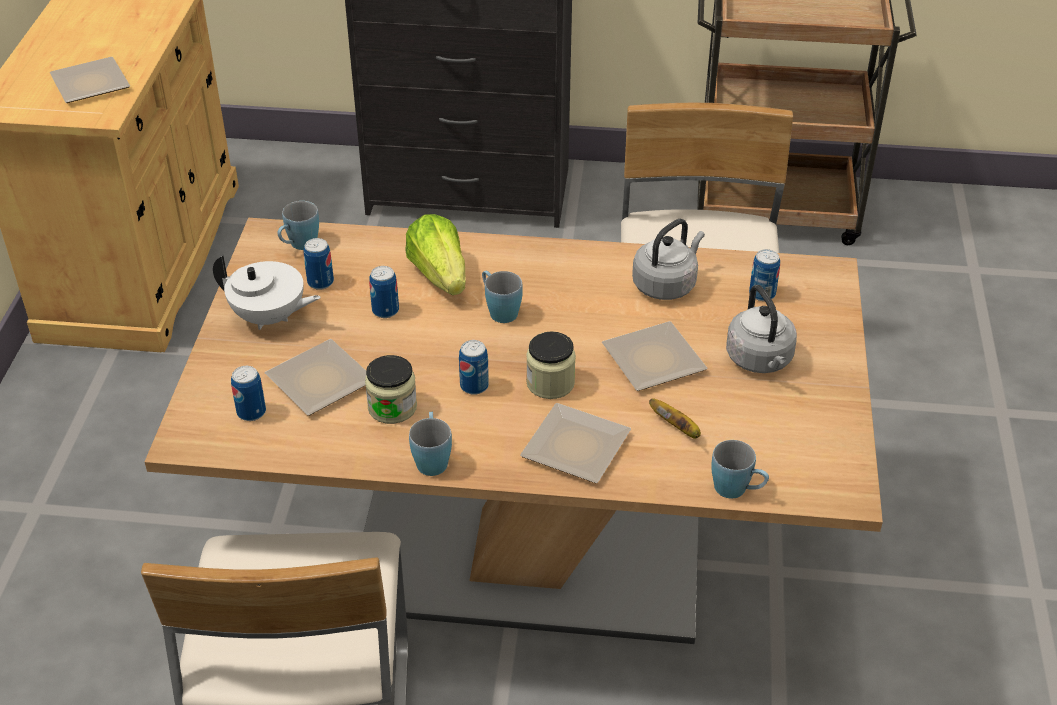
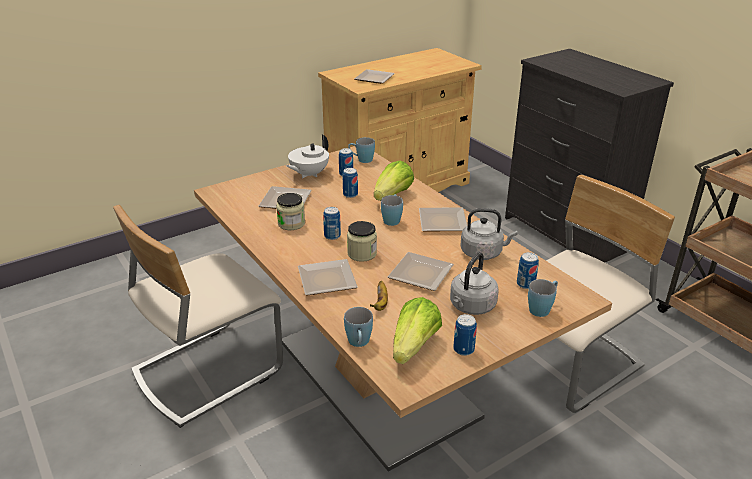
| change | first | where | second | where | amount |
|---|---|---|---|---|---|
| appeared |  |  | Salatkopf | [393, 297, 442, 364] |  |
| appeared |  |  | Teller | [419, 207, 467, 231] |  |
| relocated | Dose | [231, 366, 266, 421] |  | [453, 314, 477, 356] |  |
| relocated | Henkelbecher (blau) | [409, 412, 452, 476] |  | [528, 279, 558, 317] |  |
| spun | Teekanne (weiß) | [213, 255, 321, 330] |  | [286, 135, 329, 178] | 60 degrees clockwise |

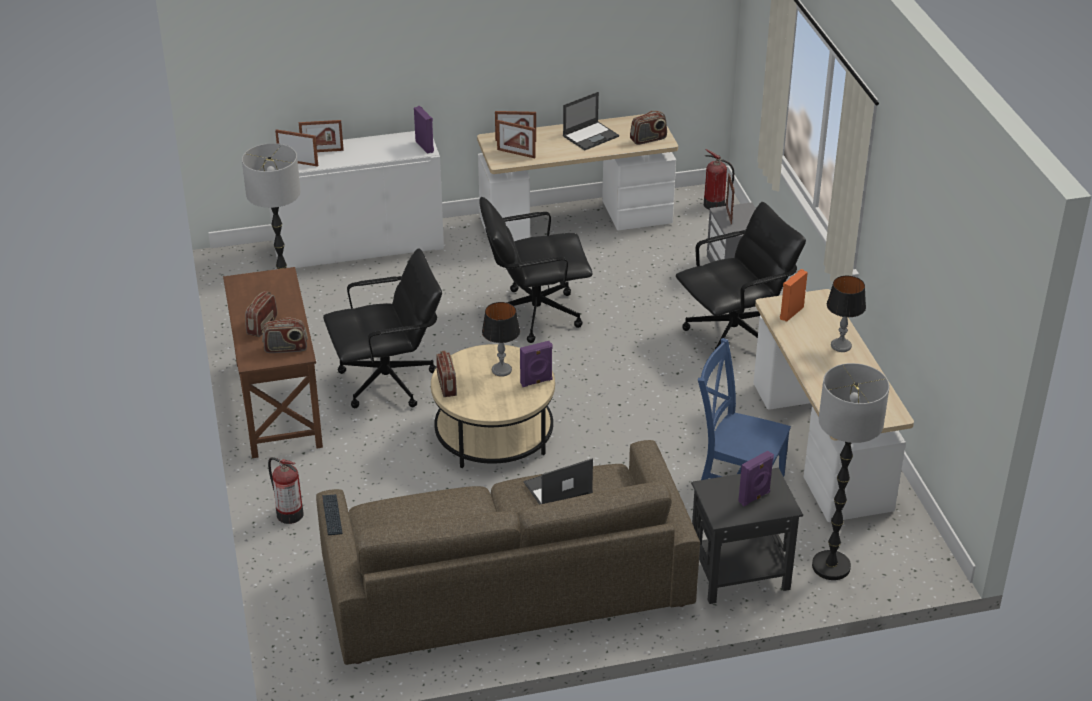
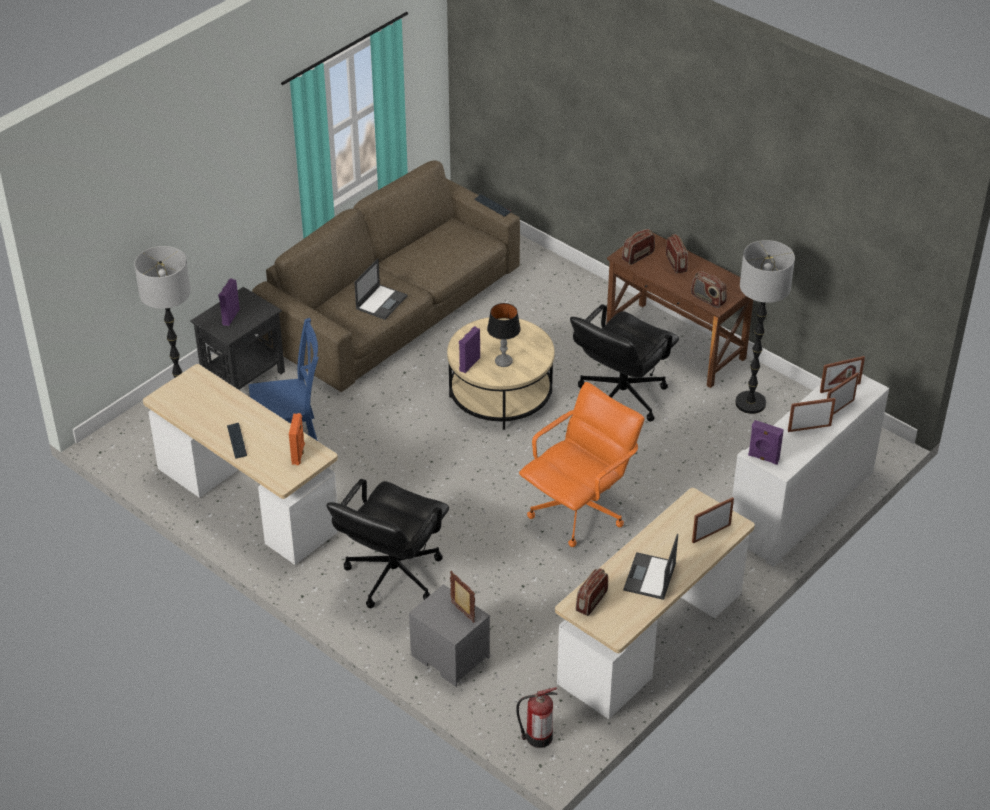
| change | first | where | second | where | amount |
|---|---|---|---|---|---|
| missing | Feuerlöscher | [268, 457, 304, 524] |  |  |  |
| relocated | Radio | [436, 351, 457, 397] |  | [691, 271, 727, 308] |  |
| relocated | Bilderrahmen | [497, 120, 536, 158] |  | [788, 398, 836, 432] |  |
| exchanged | Tischlampe | [827, 276, 866, 352] | Tastatur | [227, 423, 247, 459] |  |
| colour | Bürostuhl (schwarz) | [479, 197, 593, 343] | Bürostuhl (orange) | [519, 382, 644, 547] |  |

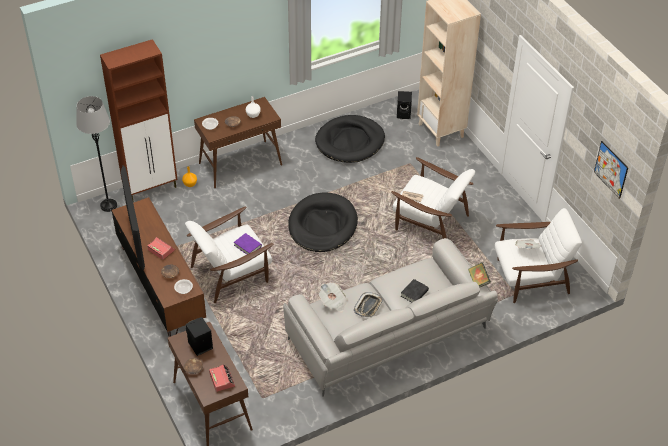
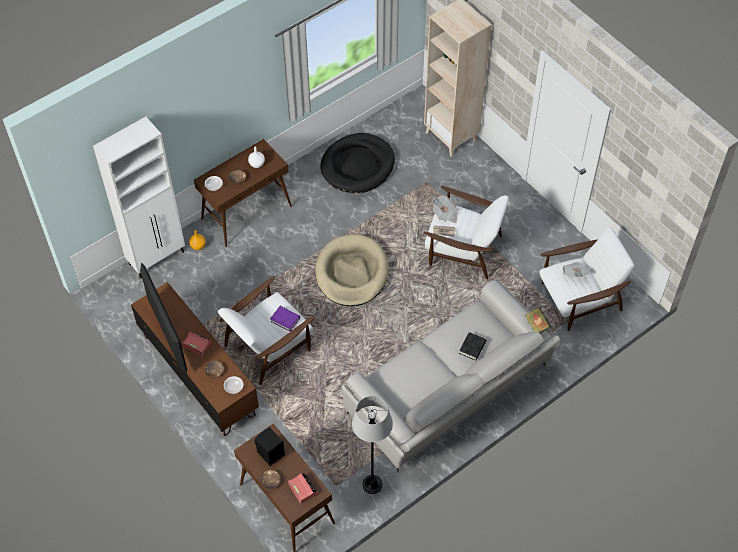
| change | first | where | second | where | amount |
|---|---|---|---|---|---|
| missing | Tablett | [354, 292, 383, 317] |  |  |  |
| missing | Lautsprecher (schwarz) | [397, 91, 412, 119] |  |  |  |
| missing | Bild | [594, 141, 629, 199] |  |  |  |
| relocated | Stehlampe (grau) | [76, 96, 117, 212] |  | [352, 396, 393, 494] |  |
| relocated | Zeitung | [319, 282, 348, 312] |  | [432, 195, 459, 223] |  |
| colour | Schrank (braun) | [100, 39, 178, 200] | Schrank (weiß) | [93, 117, 185, 279] |  |
| colour | Hundebett (schwarz) | [288, 193, 358, 252] | Hundebett (beige) | [315, 234, 389, 306] |  |

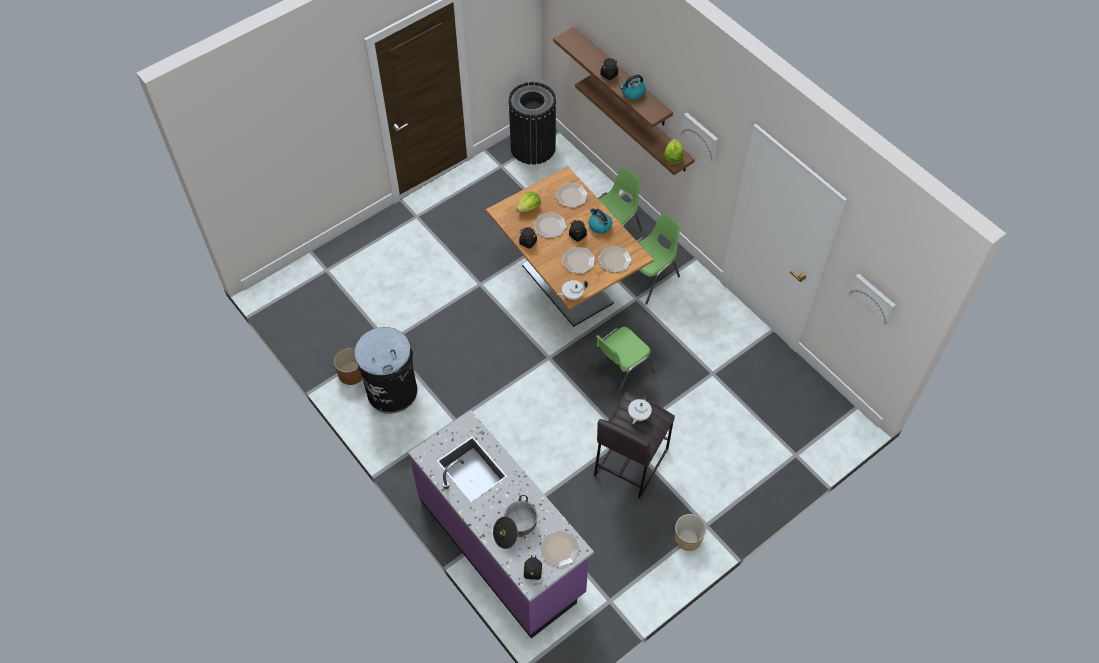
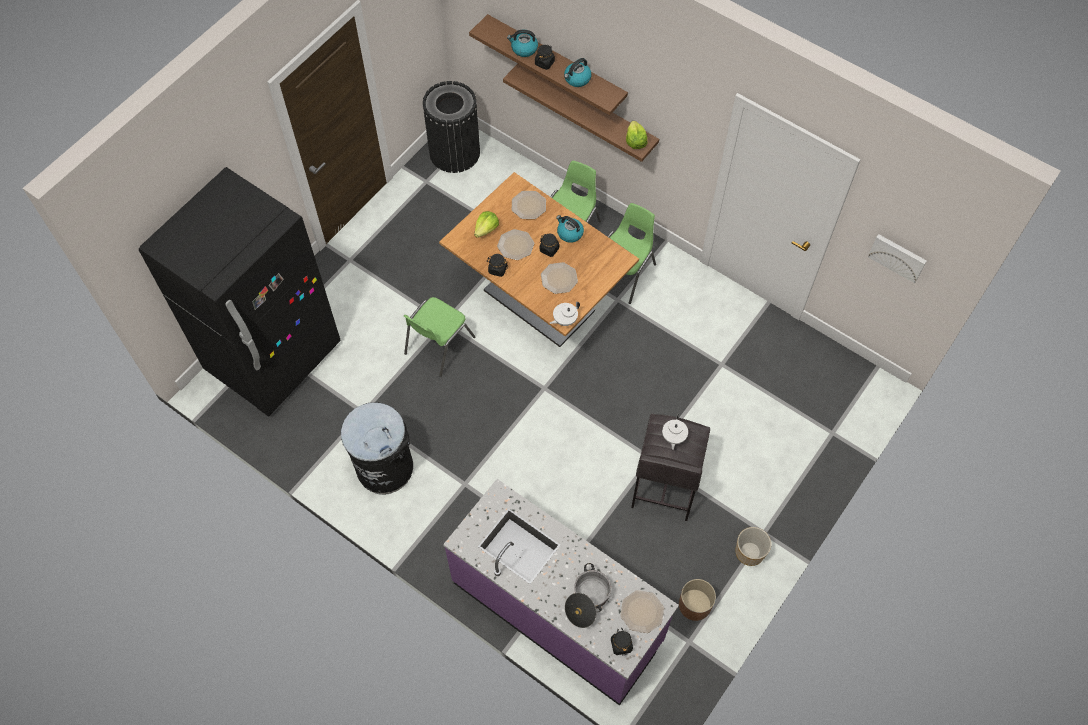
| change | first | where | second | where | amount |
|---|---|---|---|---|---|
| missing | Teller | [598, 246, 632, 273] |  |  |  |
| missing | Bild | [681, 113, 718, 161] |  |  |  |
| appeared |  |  | Kühlschrank (schwarz) | [139, 167, 341, 416] |  |
| appeared |  |  | Wasserkessel | [507, 30, 538, 57] |  |
| relocated | Pflanzkübel (braun) | [334, 348, 363, 385] |  | [679, 579, 716, 621] |  |
| relocated | Stuhl (grün) | [587, 327, 655, 400] |  | [404, 297, 475, 377] |  |

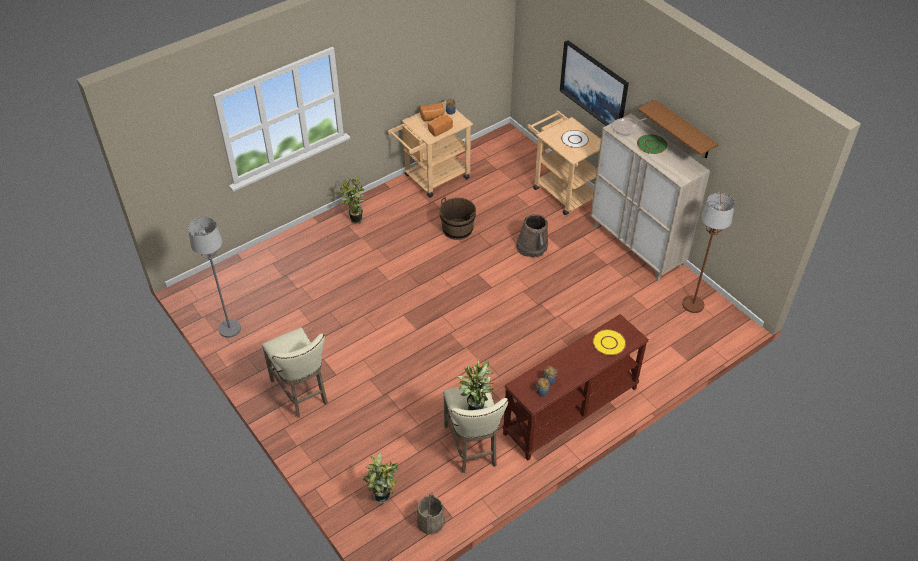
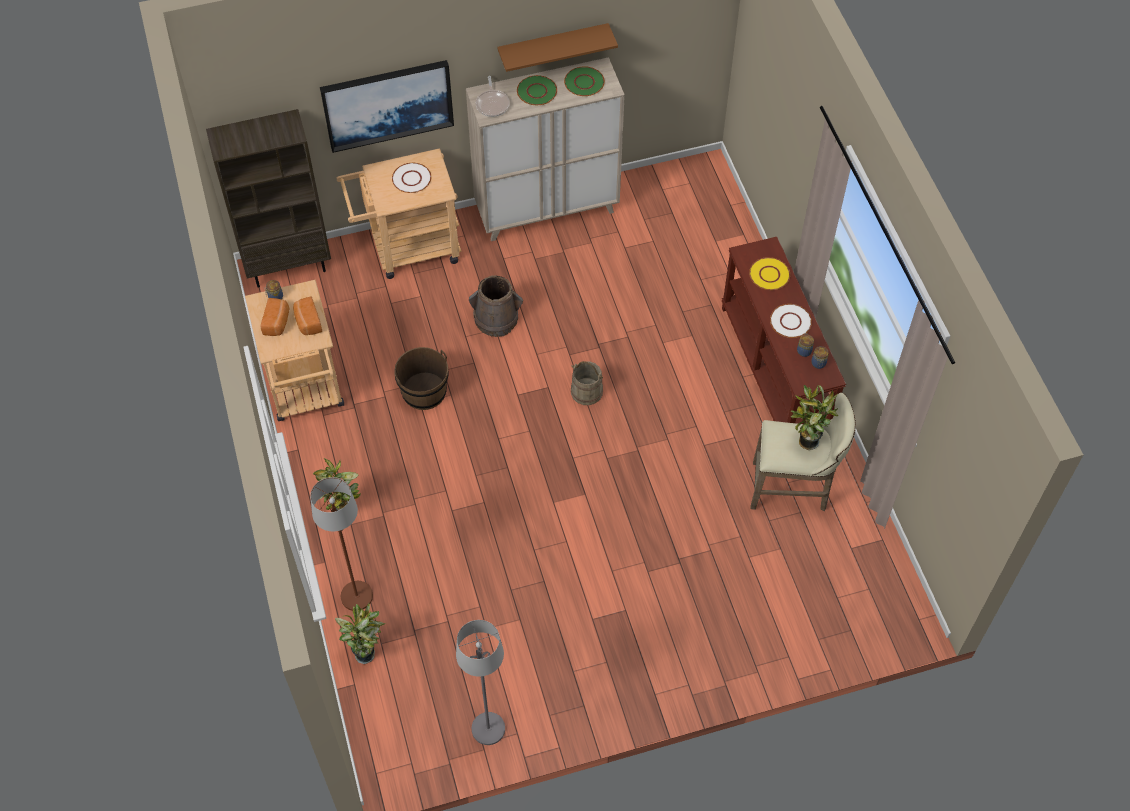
| change | first | where | second | where | amount |
|---|---|---|---|---|---|
| missing | Hocker (beige) | [262, 327, 328, 418] |  |  |  |
| appeared |  |  | Bücherregal (braun) | [206, 109, 331, 287] |  |
| appeared |  |  | Teller (grün) | [564, 66, 605, 96] |  |
| appeared |  |  | Teller (weiß) | [770, 304, 812, 338] |  |
| relocated | Topfpflanze | [363, 453, 399, 504] |  | [335, 603, 386, 664] |  |
| relocated | Eimer (beige) | [417, 492, 445, 534] |  | [571, 361, 603, 405] |  |
| relocated | Stehlampe (braun) | [682, 193, 735, 313] |  | [310, 477, 373, 611] |  |

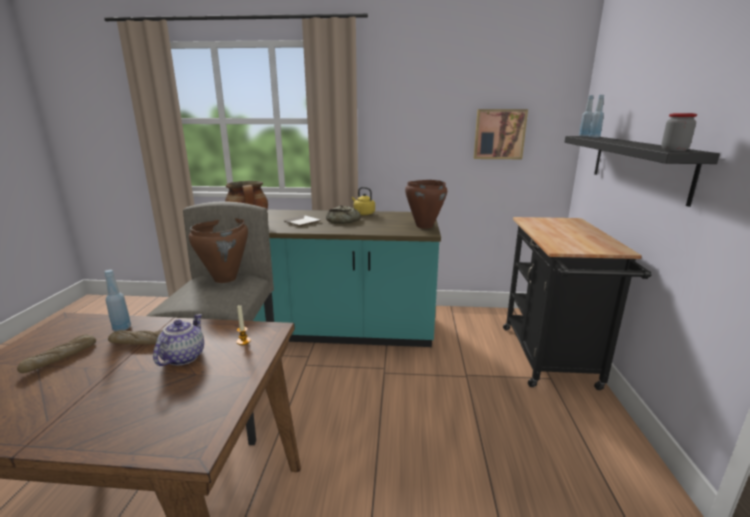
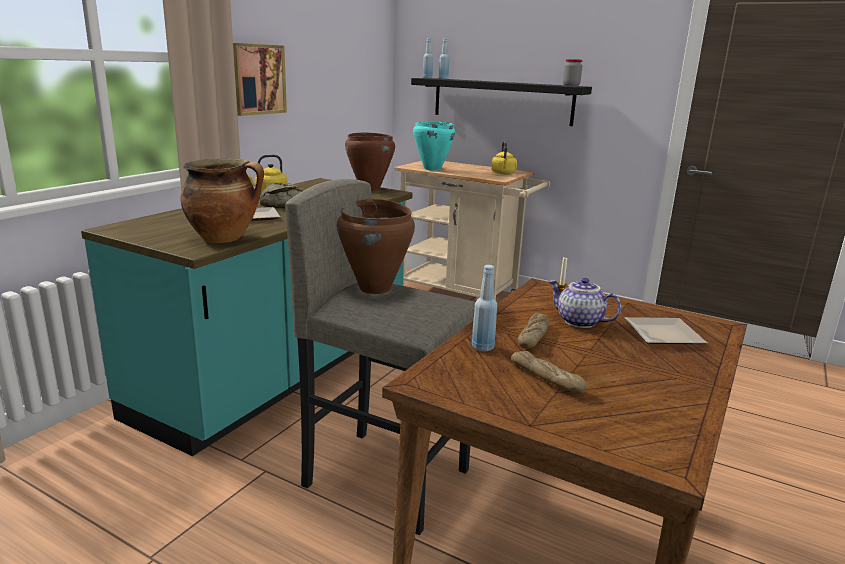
| change | first | where | second | where | amount |
|---|---|---|---|---|---|
| appeared |  |  | Kochtopf (türkis) | [413, 122, 455, 171] |  |
| appeared |  |  | Wasserkessel (gelb) | [491, 141, 517, 174] |  |
| appeared |  |  | Teller | [625, 317, 707, 344] |  |
| relocated | Bild | [474, 109, 528, 159] |  | [233, 43, 287, 116] |  |
| colour | Rollwagen (schwarz) | [503, 217, 651, 390] | Rollwagen (beige) | [394, 161, 550, 301] |  |

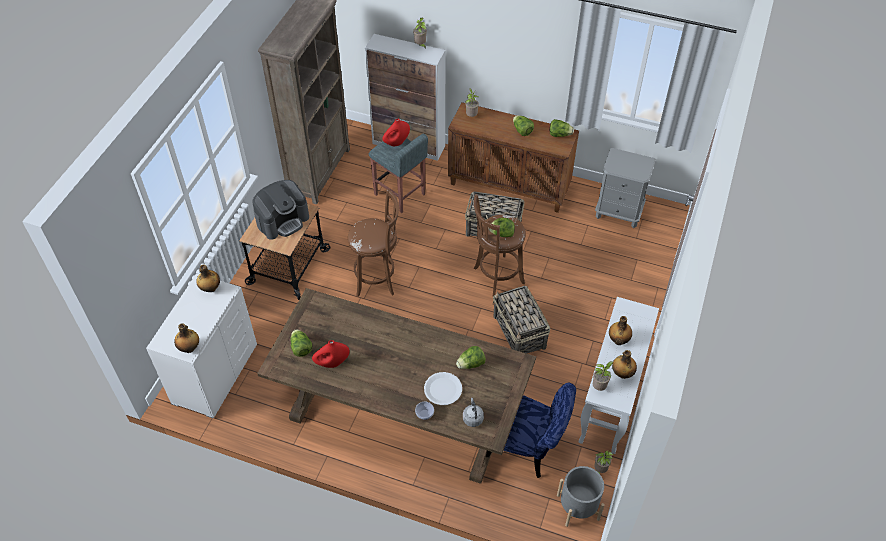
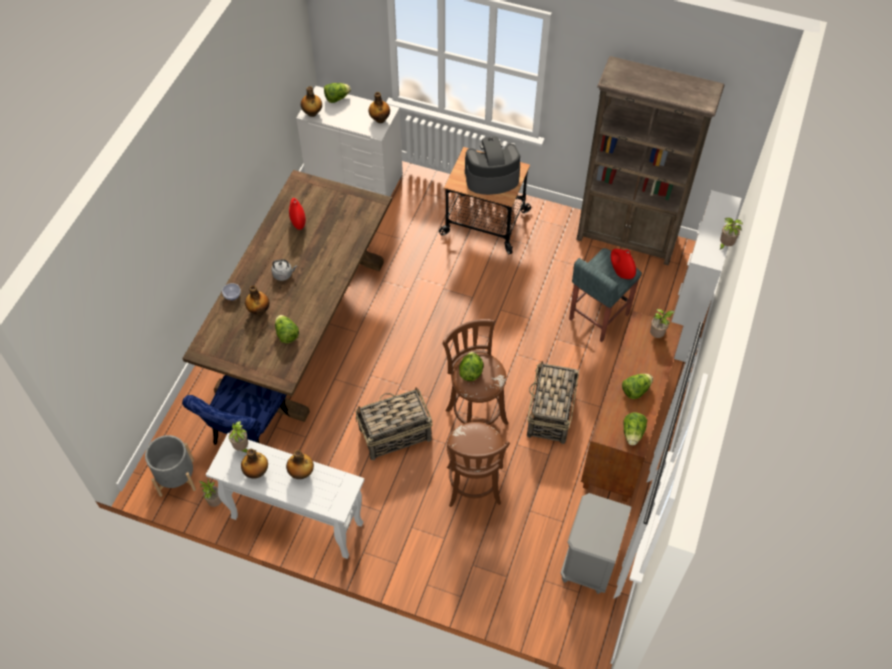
| change | first | where | second | where | amount |
|---|---|---|---|---|---|
| relocated | Salatkopf | [291, 329, 312, 357] |  | [324, 83, 351, 103] |  |
| relocated | Hocker (braun) | [348, 189, 399, 297] |  | [447, 422, 510, 507] |  |
| relocated | Wasserkessel (grau) | [463, 398, 484, 427] |  | [271, 259, 297, 281] |  |
| exchanged | Teller (weiß) | [424, 372, 462, 405] | Flasche | [245, 285, 269, 315] |  |
| spun | Kaffeemaschine | [252, 180, 309, 240] |  | [465, 137, 520, 195] | 120 degrees clockwise |

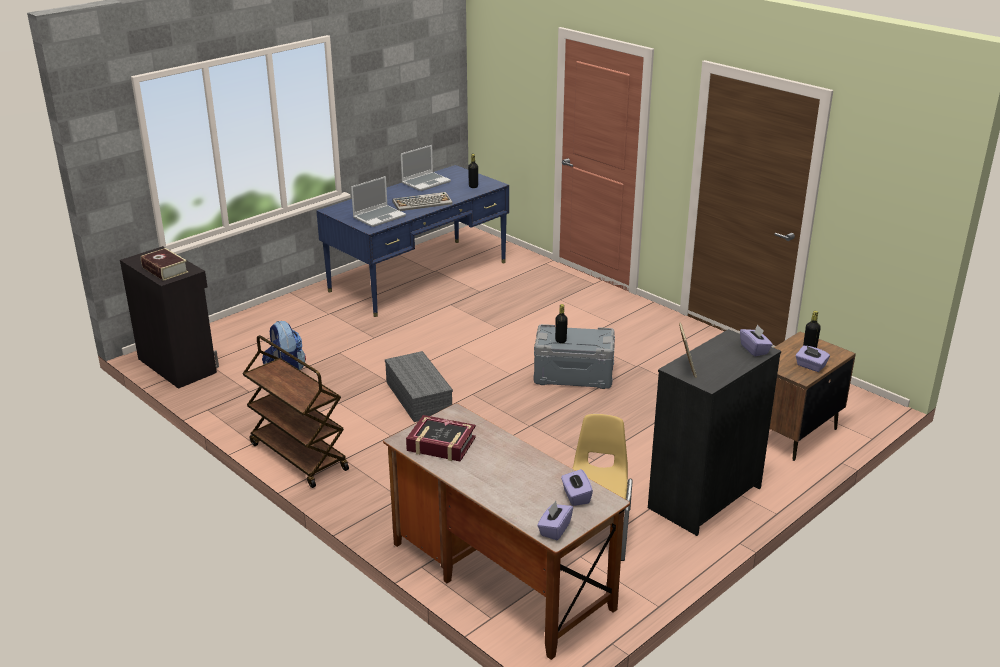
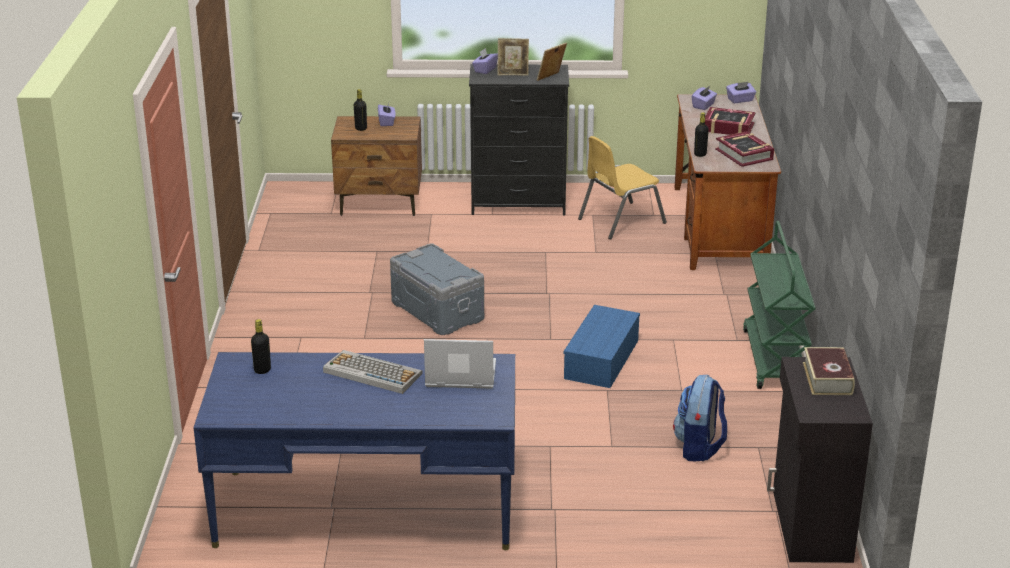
| change | first | where | second | where | amount |
|---|---|---|---|---|---|
| missing | Laptop | [401, 145, 451, 191] |  |  |  |
| appeared |  |  | Bilderrahmen | [498, 38, 529, 76] |  |
| appeared |  |  | Buch | [705, 107, 755, 135] |  |
| relocated | Flasche (schwarz) | [555, 304, 568, 343] |  | [694, 113, 709, 157] |  |
| colour | Rollwagen (braun) | [243, 335, 349, 488] | Rollwagen (grün) | [743, 221, 815, 389] |  |
| colour | Aufbewahrungsbox (grau) | [385, 351, 453, 422] | Aufbewahrungsbox (blau) | [564, 305, 640, 388] |  |

